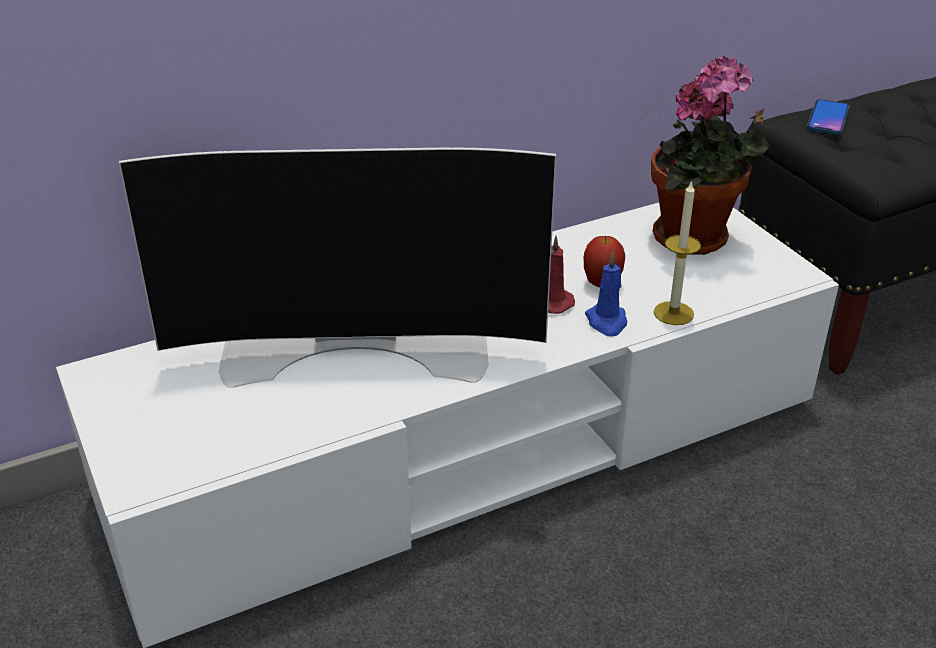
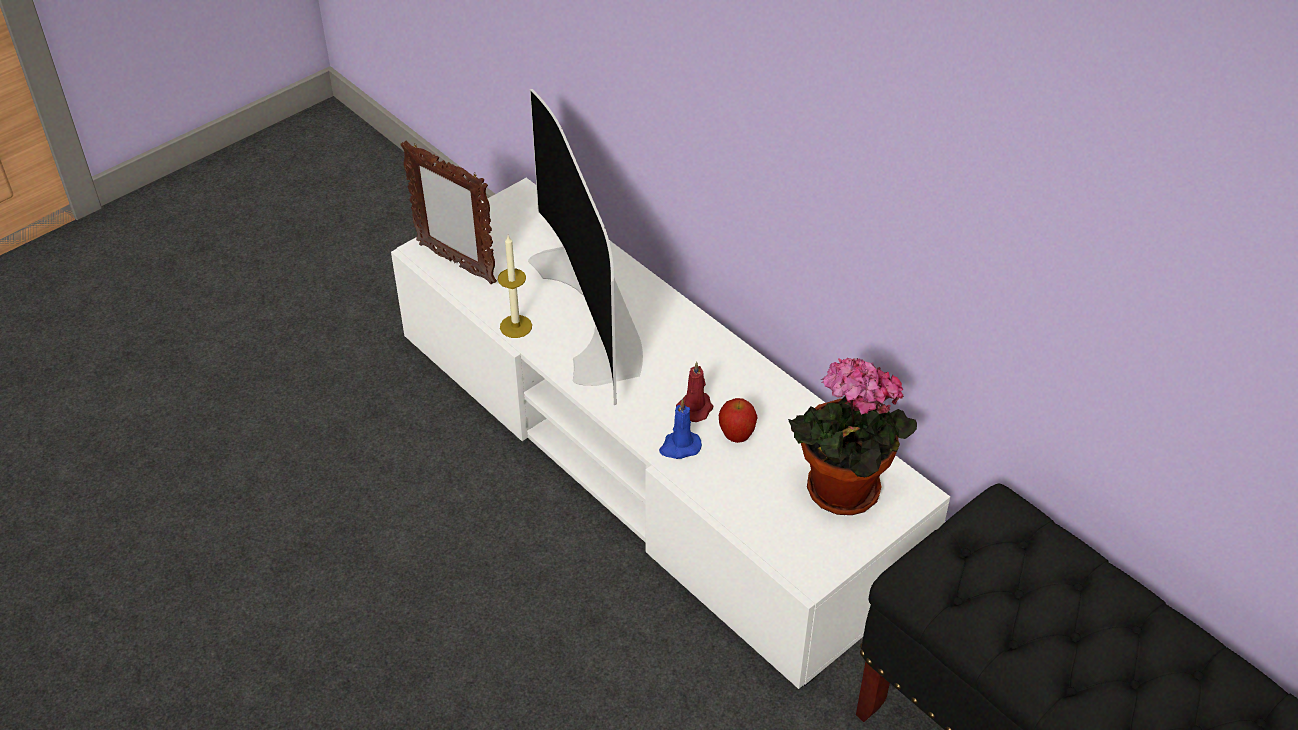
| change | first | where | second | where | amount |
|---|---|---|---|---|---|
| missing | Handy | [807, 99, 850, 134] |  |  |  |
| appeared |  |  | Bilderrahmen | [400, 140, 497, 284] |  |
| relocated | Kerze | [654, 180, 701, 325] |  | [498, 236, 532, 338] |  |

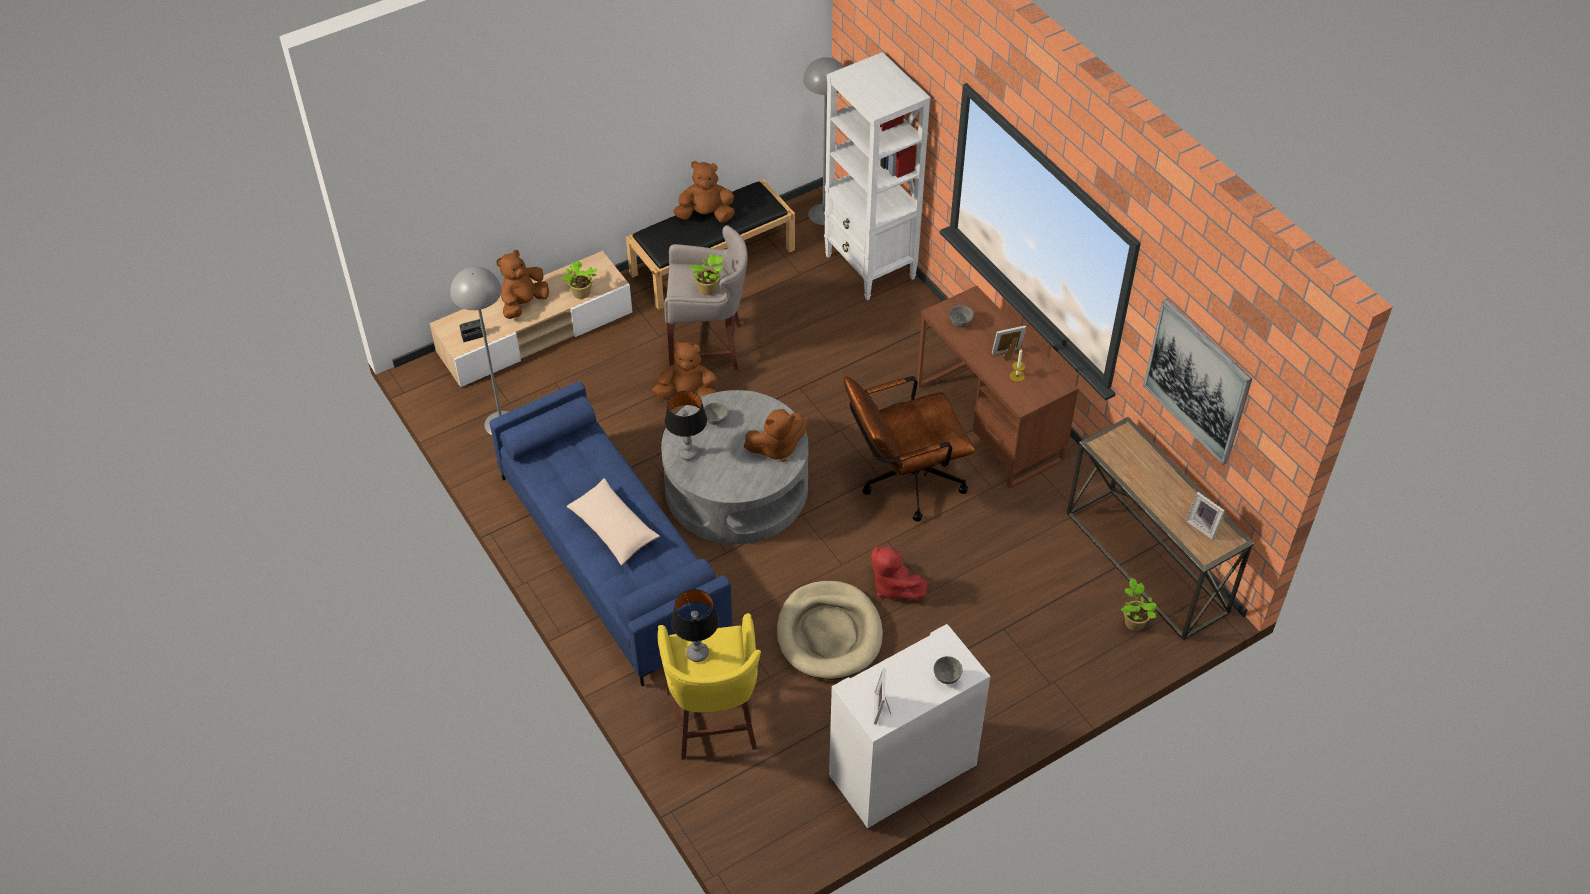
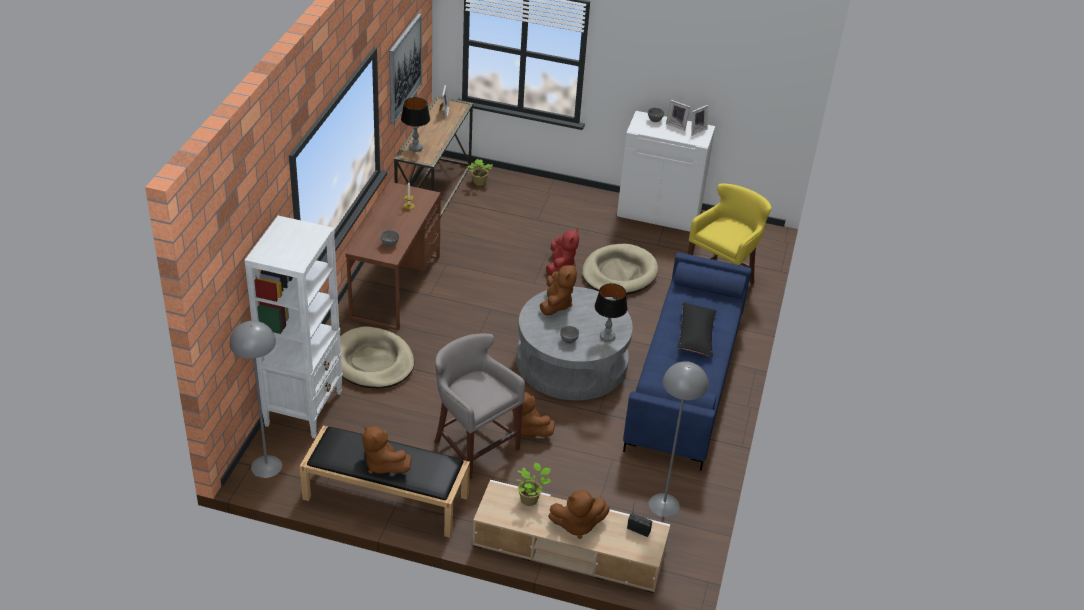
| change | first | where | second | where | amount |
|---|---|---|---|---|---|
| missing | Topfpflanze | [689, 253, 723, 295] |  |  |  |
| missing | Bürostuhl (braun) | [844, 376, 975, 522] |  |  |  |
| appeared |  |  | Hundebett (beige) | [340, 327, 414, 389] |  |
| relocated | Tischlampe | [671, 589, 719, 662] |  | [401, 97, 430, 152] |  |
| relocated | Bilderrahmen | [992, 326, 1026, 361] |  | [666, 100, 690, 131] |  |
| colour | Kissen (beige) | [566, 478, 660, 565] | Kissen (schwarz) | [677, 302, 716, 357] |  |
| spun | Plüschtier (braun) | [744, 409, 808, 462] |  | [540, 264, 577, 315] | 75 degrees clockwise |

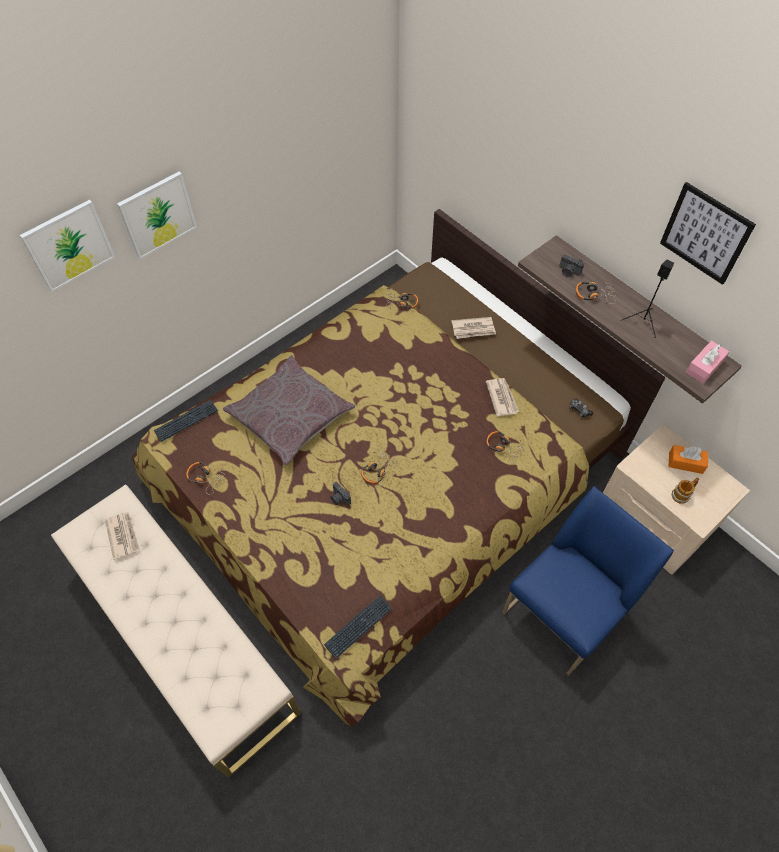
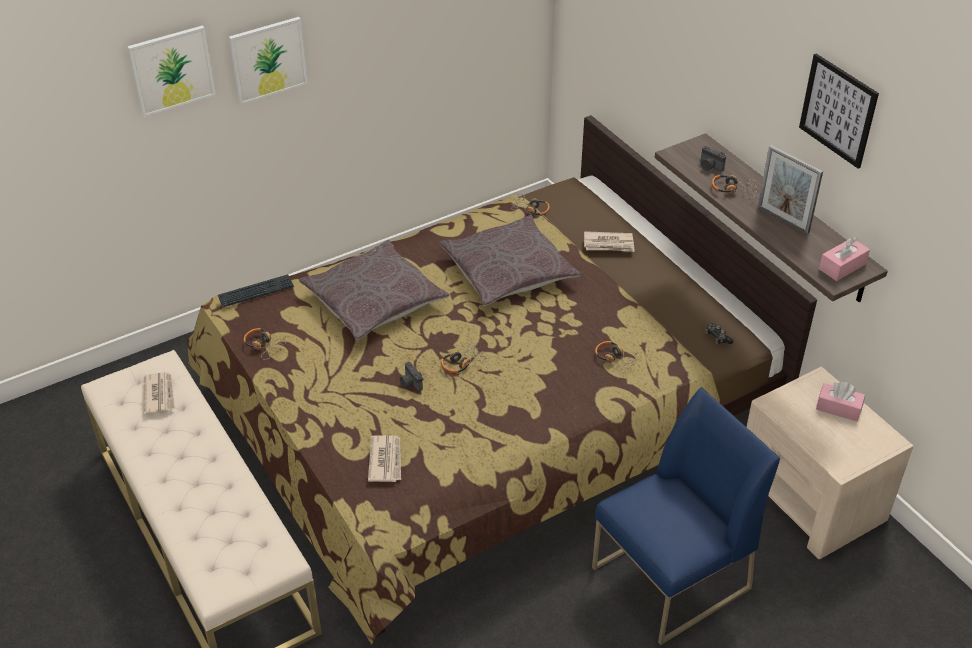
| change | first | where | second | where | amount |
|---|---|---|---|---|---|
| missing | Tastatur | [324, 595, 392, 659] |  |  |  |
| missing | Henkelbecher | [672, 478, 699, 504] |  |  |  |
| appeared |  |  | Kissen (grau) | [439, 215, 581, 306] |  |
| relocated | Zeitung | [485, 378, 519, 417] |  | [368, 435, 401, 482] |  |
| exchanged | Lautsprecher (schwarz) | [621, 260, 674, 338] | Bilderrahmen | [758, 145, 823, 234] |  |
| colour | Taschentuchbox (orange) | [669, 445, 708, 474] | Taschentuchbox (rosa) | [816, 382, 865, 421] |  |

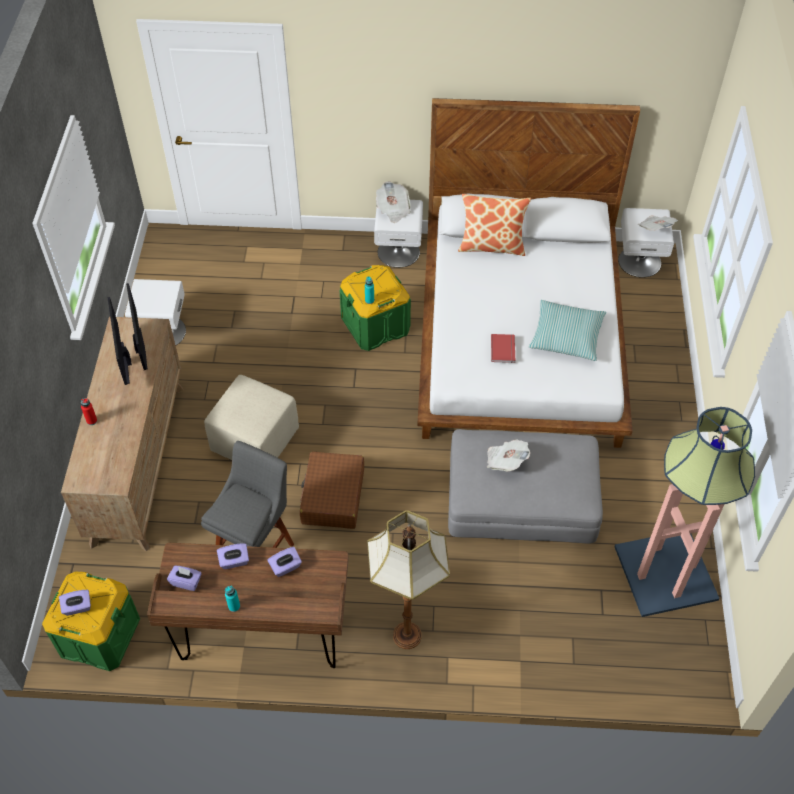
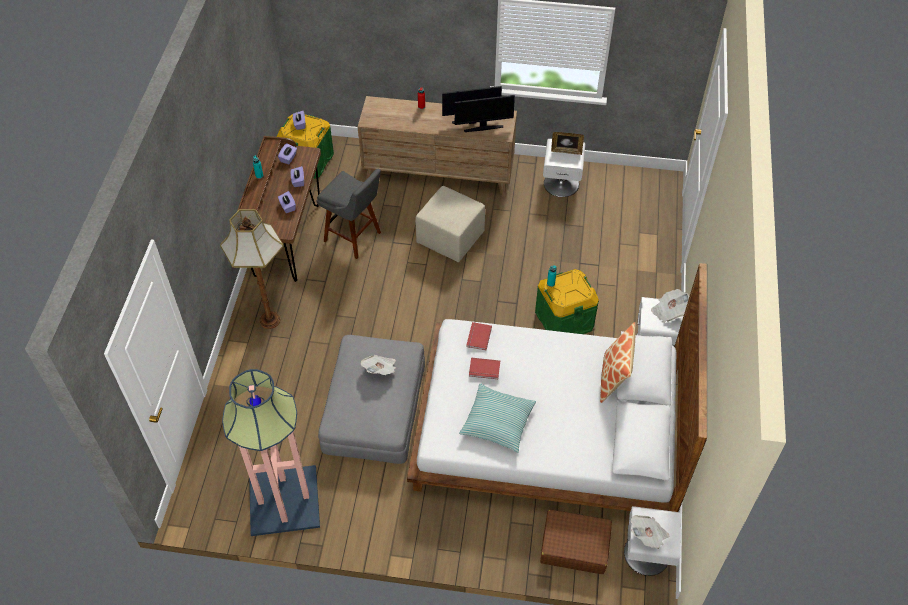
| change | first | where | second | where | amount |
|---|---|---|---|---|---|
| appeared |  |  | Buch (rot) | [466, 322, 492, 350] |  |
| appeared |  |  | Bilderrahmen | [551, 132, 584, 155] |  |
| relocated | Koffer (braun) | [300, 452, 364, 529] |  | [540, 510, 612, 574] |  |

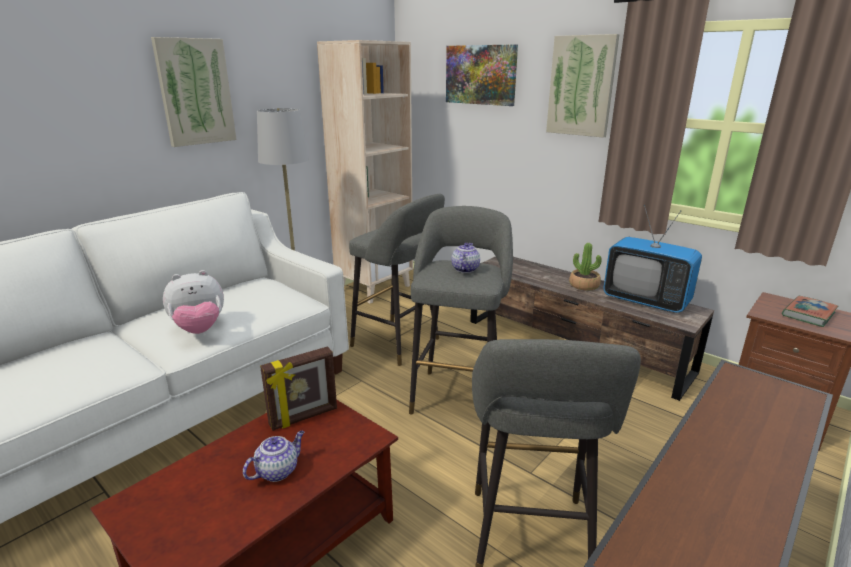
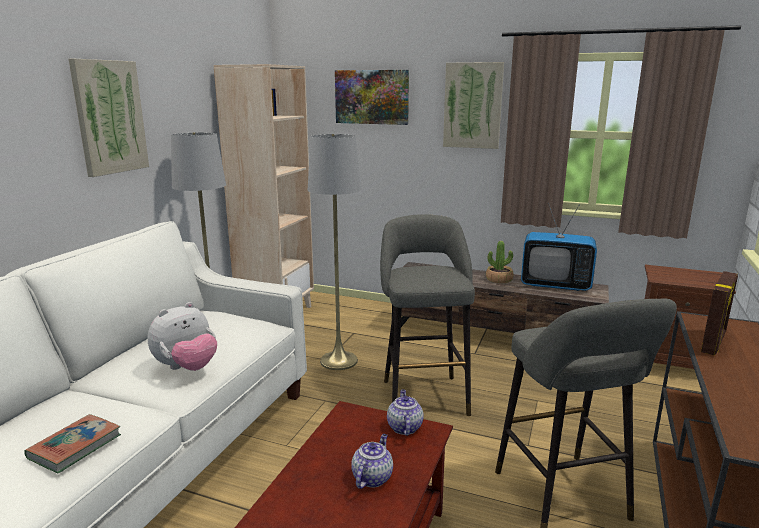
| change | first | where | second | where | amount |
|---|---|---|---|---|---|
| relocated | Bilderrahmen | [260, 346, 337, 431] |  | [701, 271, 738, 355] |  |
| relocated | Teekanne | [451, 243, 480, 273] |  | [387, 389, 424, 436] |  |
| relocated | Buch | [782, 296, 838, 327] |  | [24, 414, 121, 473] |  |
| exchanged | Hocker (grau) | [349, 194, 445, 366] | Stehlampe (grau) | [308, 134, 361, 370] |  |

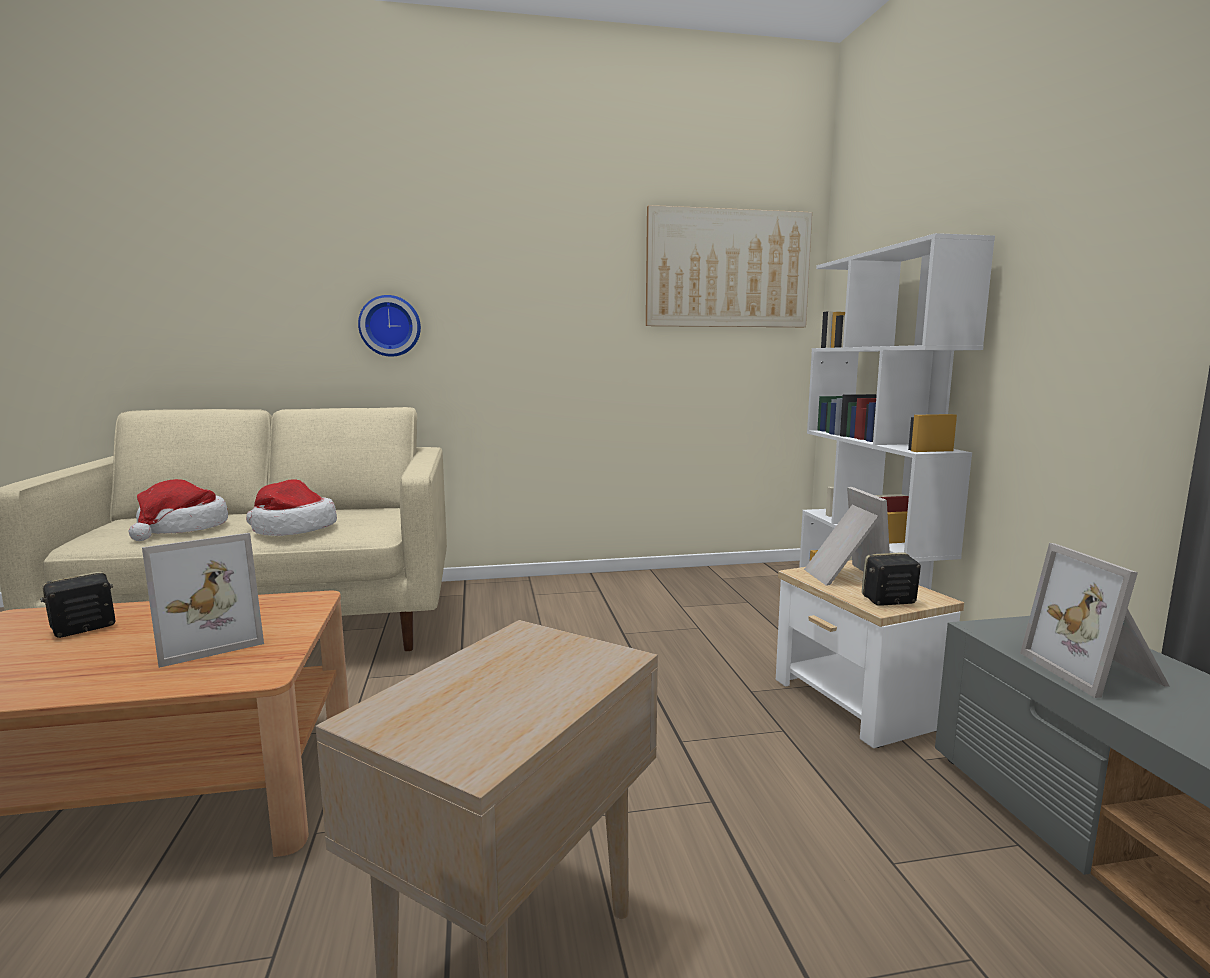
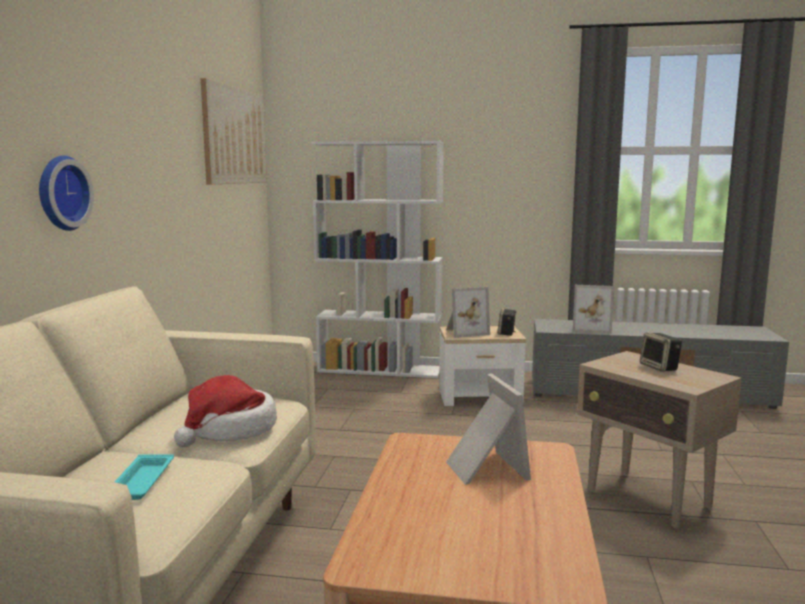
| change | first | where | second | where | amount |
|---|---|---|---|---|---|
| relocated | Lautsprecher | [40, 571, 115, 638] |  | [640, 332, 682, 372] |  |
| exchanged | Hut | [128, 479, 228, 541] | Tablett (türkis) | [115, 454, 174, 500] |  |
| spun | Bilderrahmen | [804, 487, 890, 586] |  | [446, 287, 490, 338] | 150 degrees clockwise |

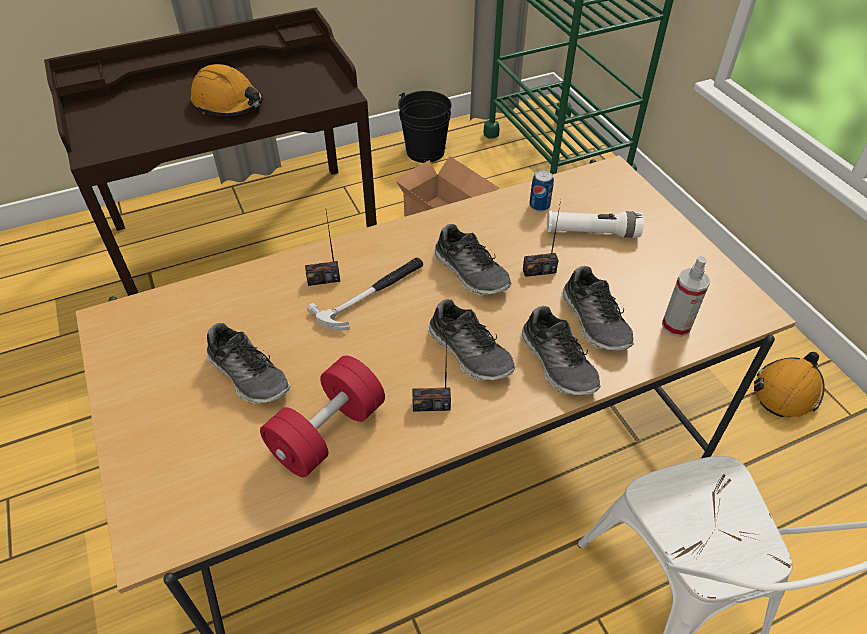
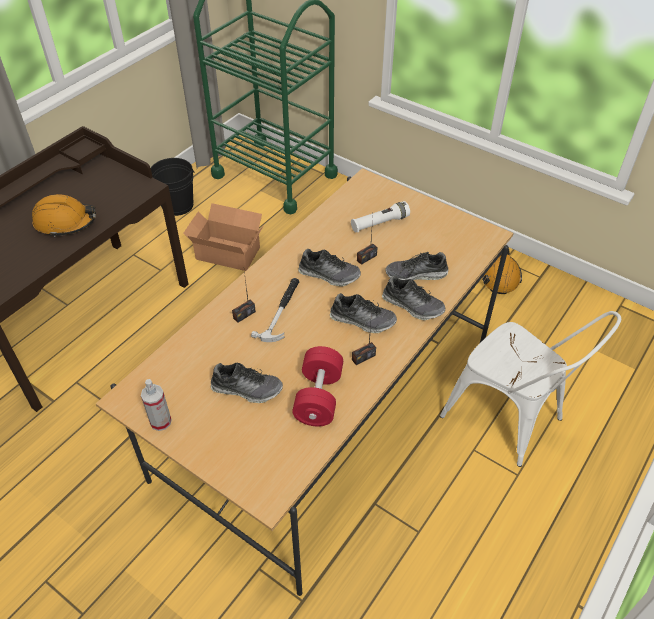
| change | first | where | second | where | amount |
|---|---|---|---|---|---|
| missing | Dose | [529, 170, 554, 212] |  |  |  |
| relocated | Sprühflasche | [662, 256, 710, 337] |  | [141, 379, 172, 431] |  |
| spun | Schuh | [561, 266, 634, 351] |  | [385, 252, 448, 280] | 135 degrees clockwise |

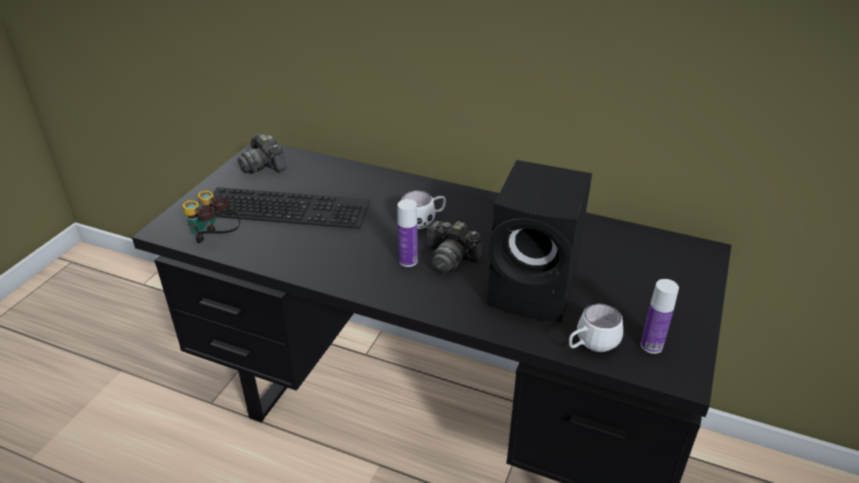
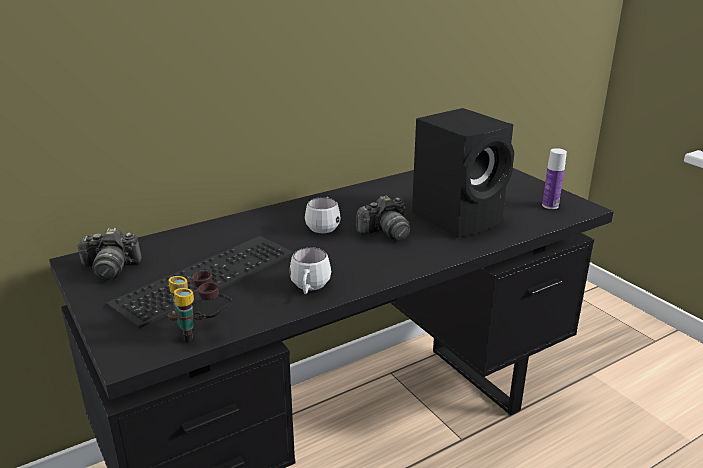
| change | first | where | second | where | amount |
|---|---|---|---|---|---|
| missing | Flasche | [398, 199, 418, 267] |  |  |  |
| relocated | Henkelbecher (weiß) | [569, 304, 623, 352] |  | [289, 247, 331, 294] |  |

